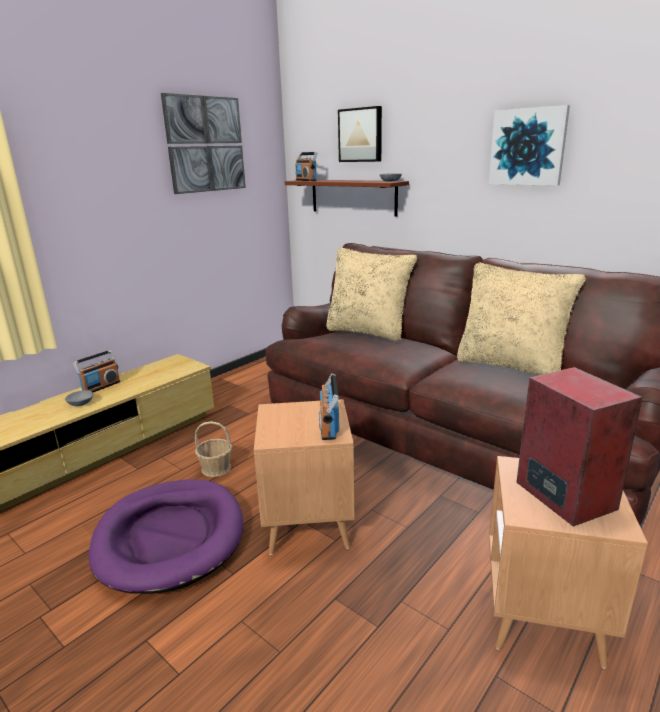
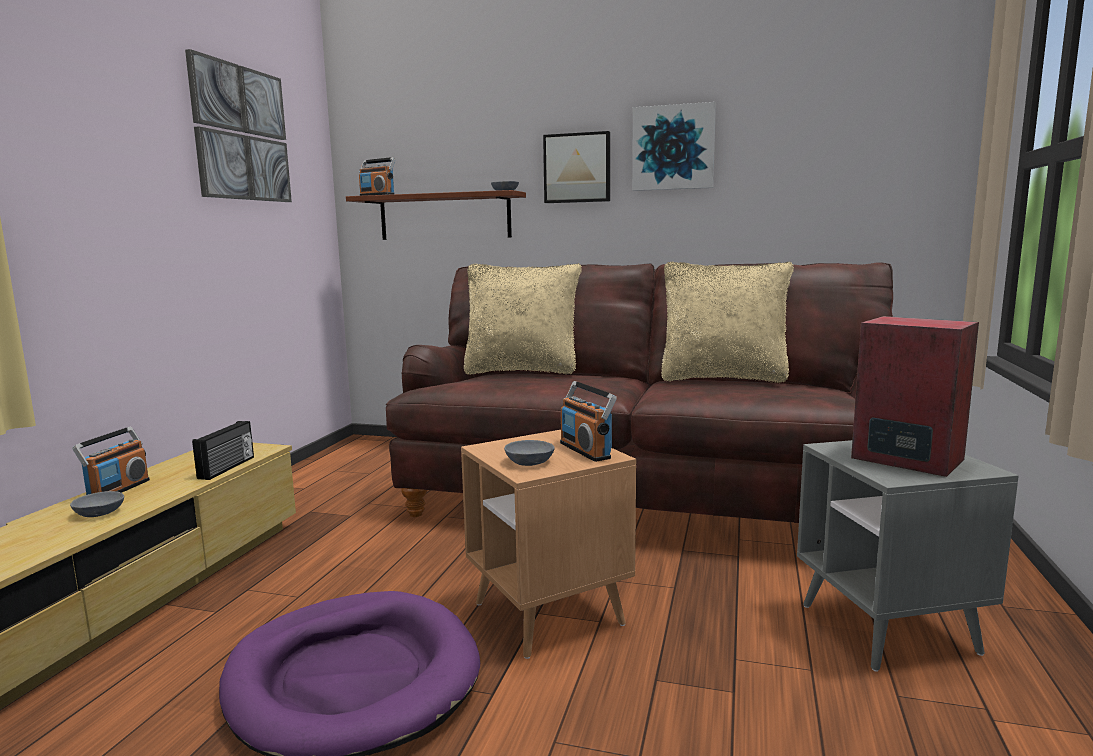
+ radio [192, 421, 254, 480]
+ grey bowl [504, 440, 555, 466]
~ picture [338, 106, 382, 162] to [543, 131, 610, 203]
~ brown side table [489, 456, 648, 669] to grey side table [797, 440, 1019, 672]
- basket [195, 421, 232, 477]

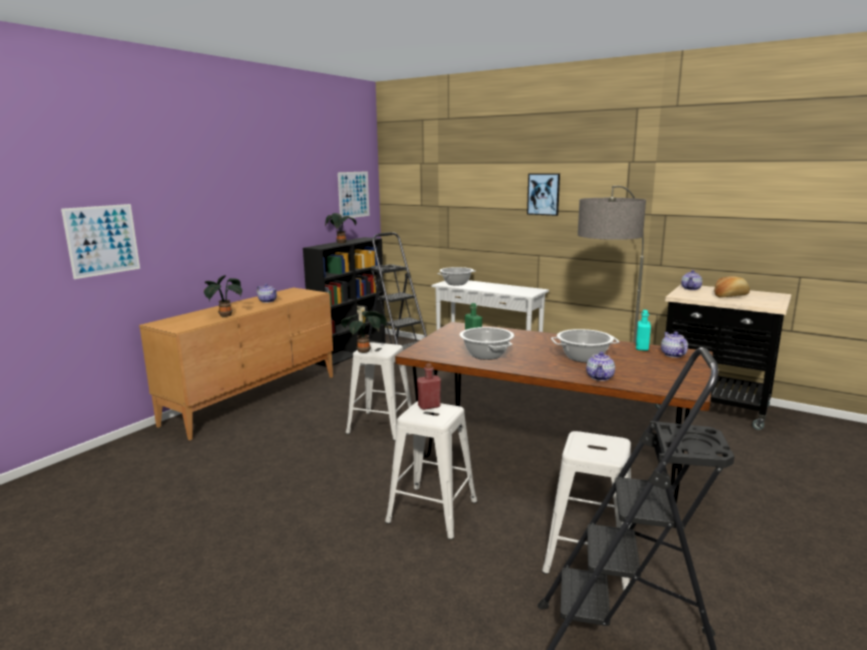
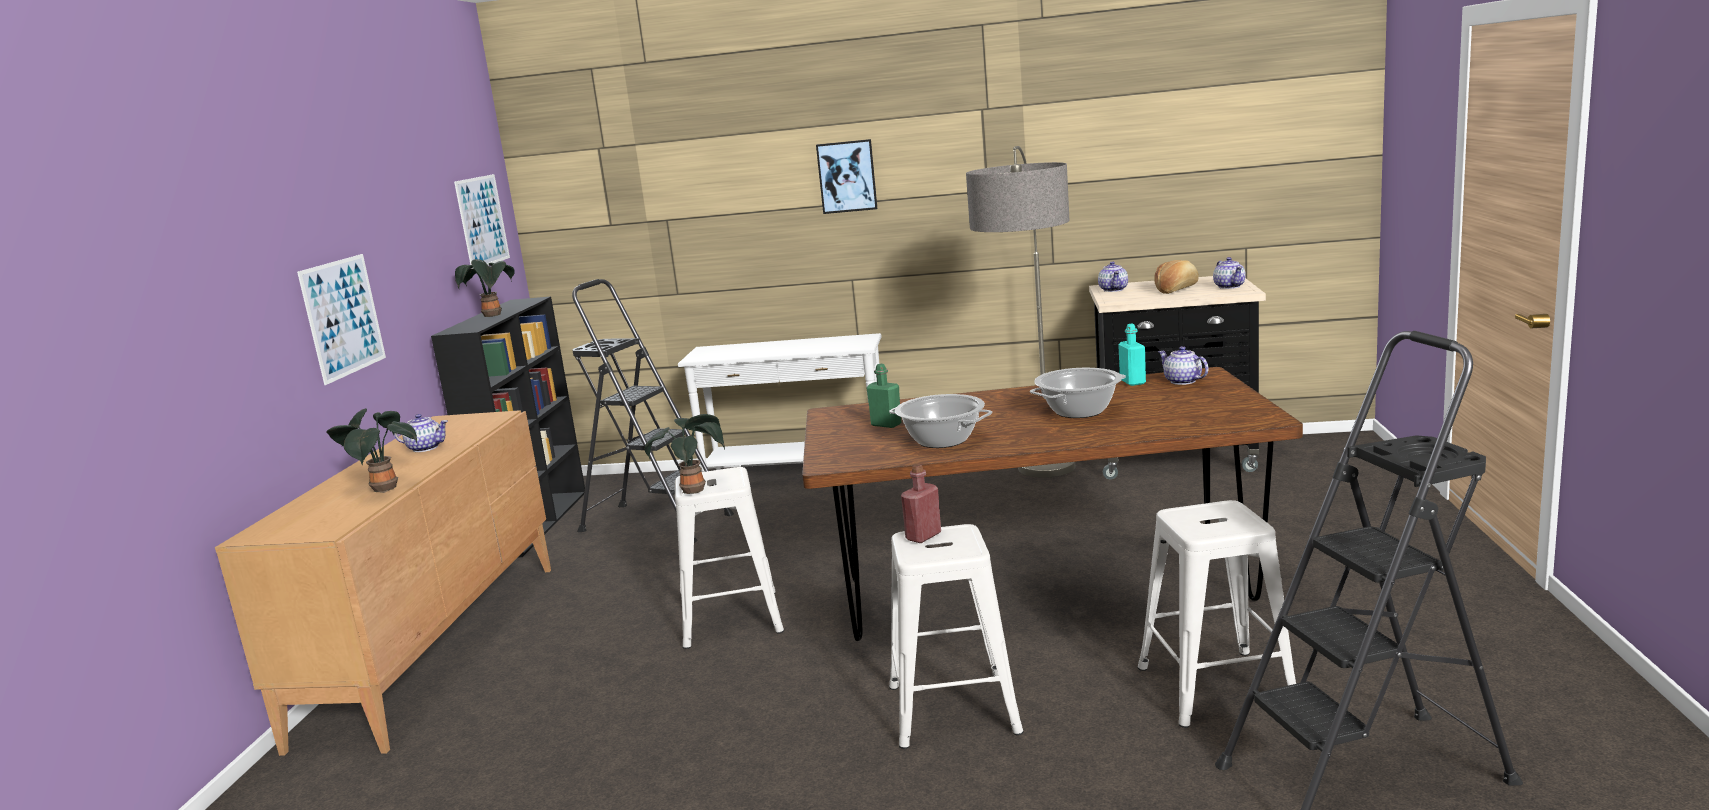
~ picture [61, 204, 140, 279] to [297, 254, 386, 385]
~ teapot [586, 352, 615, 381] to [1213, 257, 1246, 289]
- cooking pot [437, 267, 476, 285]

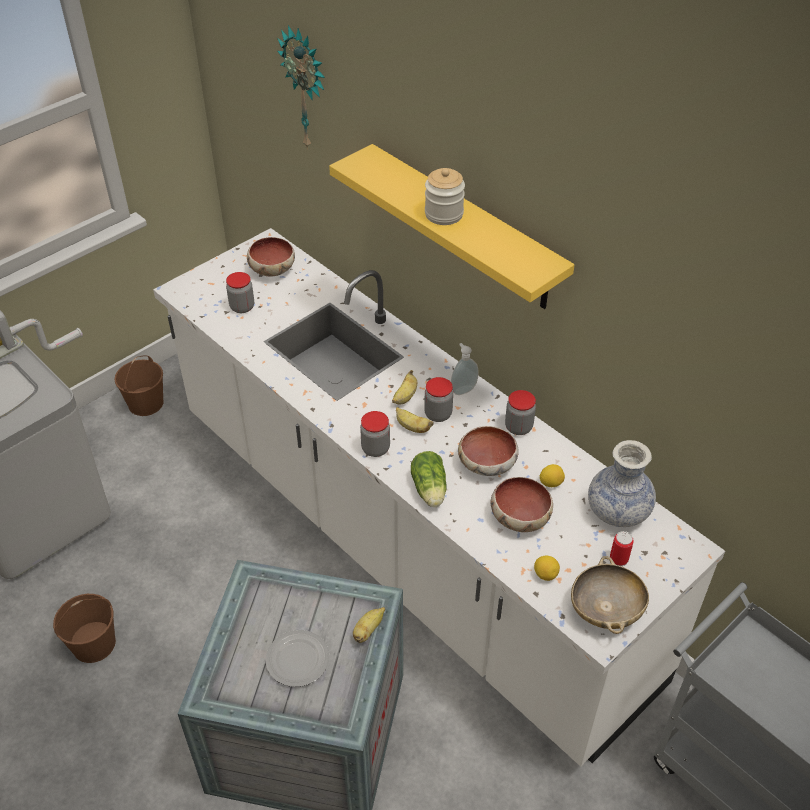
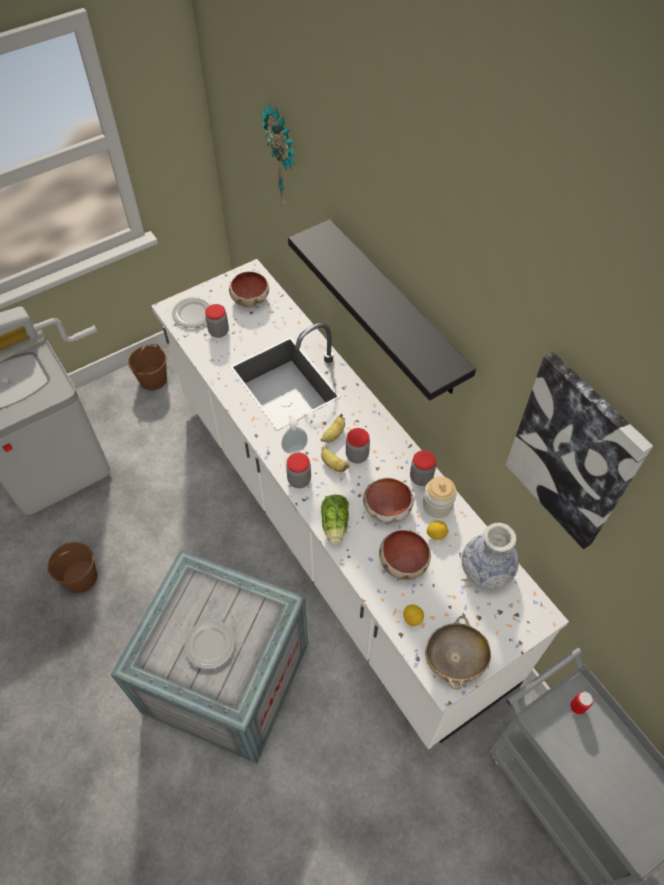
+ plate [172, 297, 212, 328]
~ soap dispenser [451, 343, 479, 395] to [282, 415, 308, 454]
~ yellow shelf [329, 144, 575, 309] to black shelf [288, 219, 476, 401]
~ jar [425, 168, 465, 225] to [423, 476, 457, 518]
+ picture [506, 352, 653, 549]
~ can [610, 531, 634, 567] to [570, 691, 593, 715]
- banana [353, 607, 385, 643]

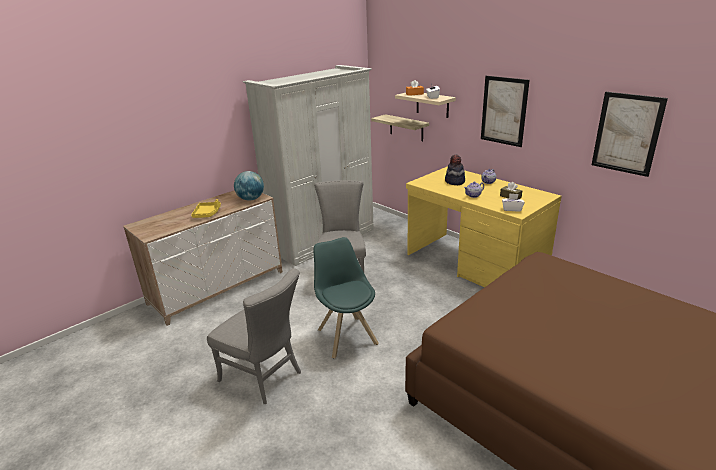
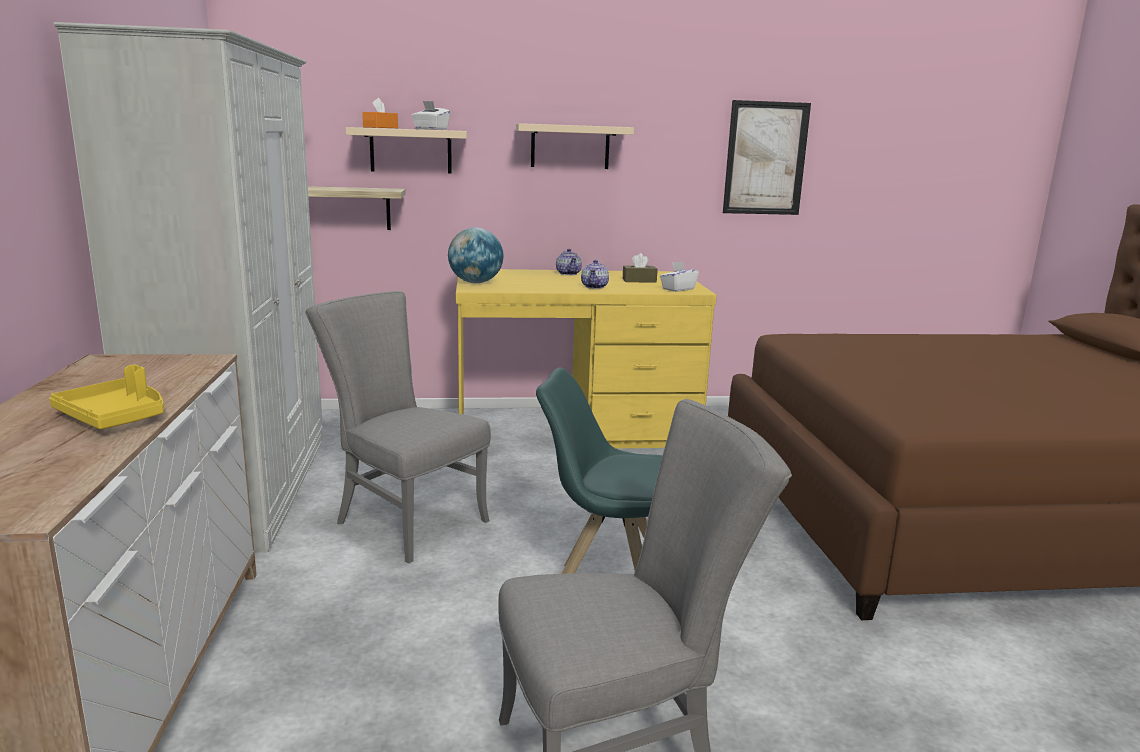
~ globe [234, 171, 264, 201] to [448, 228, 503, 283]
~ picture [481, 76, 530, 147] to beige shelf [516, 123, 634, 169]
- hat [445, 155, 465, 185]

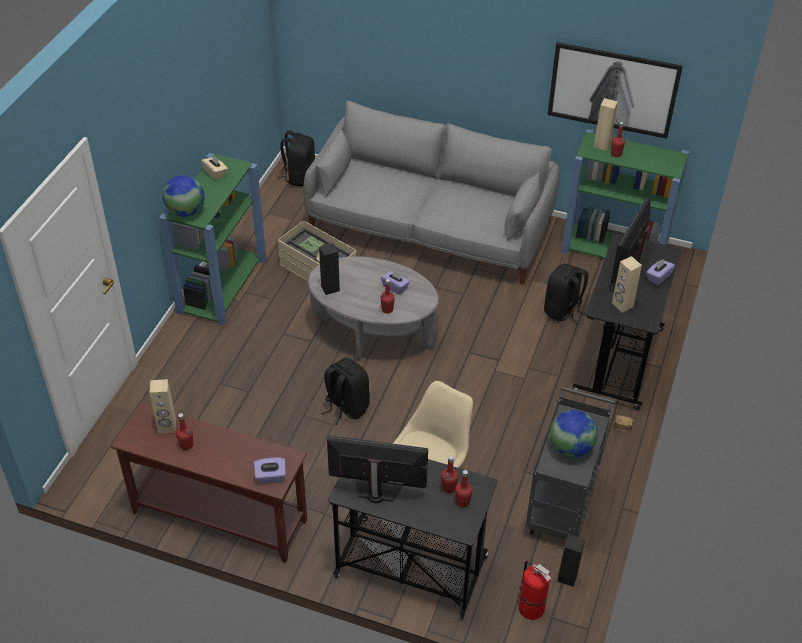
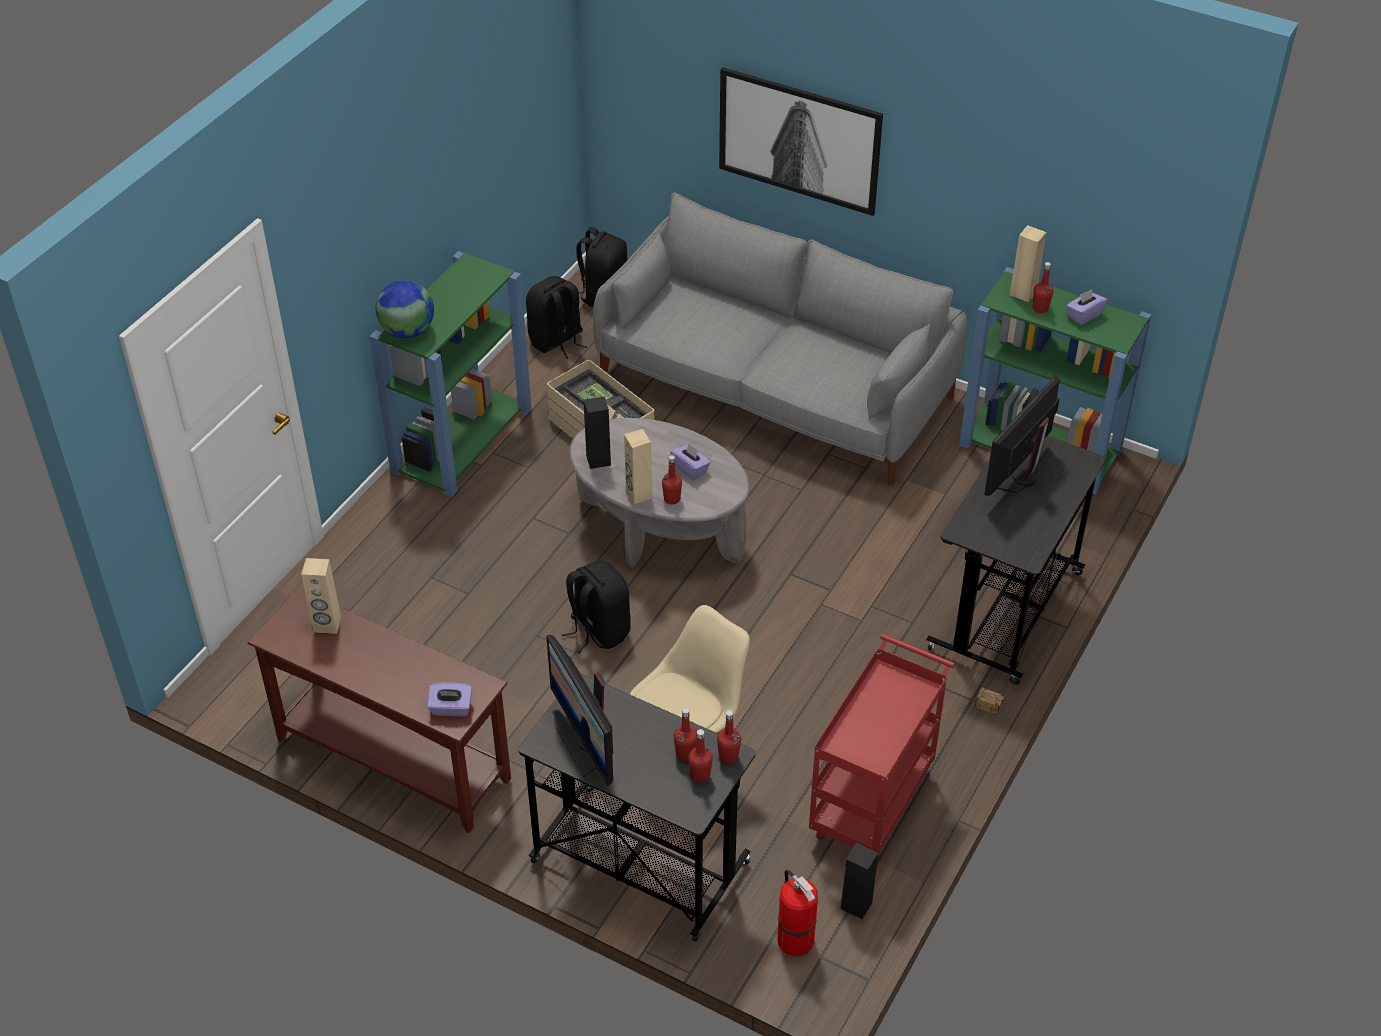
~ black backpack [544, 264, 588, 324] to [526, 276, 587, 359]
~ monitor [327, 435, 428, 503] = [546, 635, 613, 786] 135 degrees counterclockwise
~ beige speaker [612, 256, 642, 313] to [624, 429, 652, 504]
~ red bottle [176, 413, 193, 450] to [717, 710, 741, 764]
~ picture [548, 42, 683, 139] to [719, 67, 883, 216]
~ grey cart [525, 386, 615, 540] to red cart [809, 633, 955, 855]
~ purple tissue box [646, 258, 675, 285] to [1066, 289, 1108, 325]
- beige tissue box [201, 154, 228, 180]
- globe [550, 410, 598, 457]

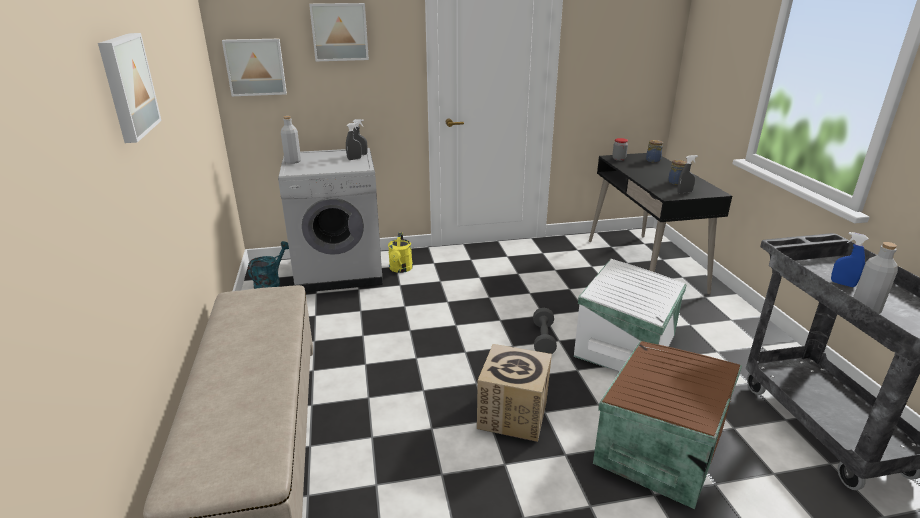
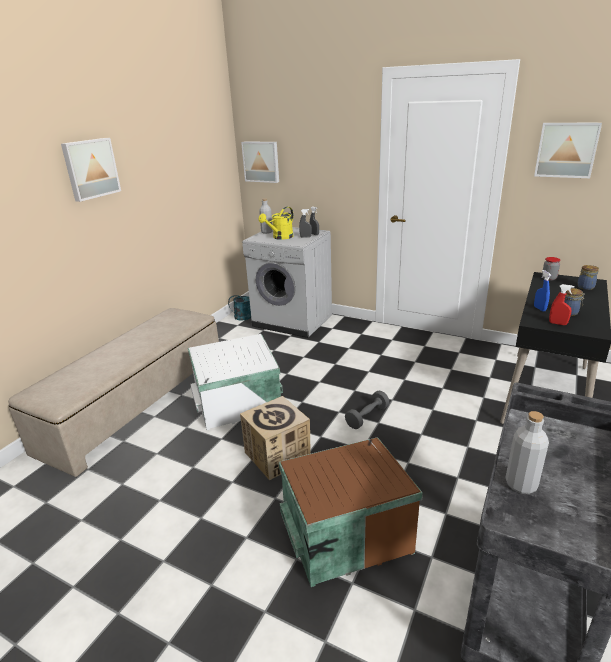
~ white storage box [574, 259, 687, 372] to [188, 334, 283, 430]
~ yellow watering can [388, 232, 413, 273] to [259, 207, 293, 240]
~ picture [309, 3, 369, 61] to [534, 122, 602, 178]
~ blue spray bottle [831, 232, 869, 287] to [534, 270, 551, 311]
~ grey spray bottle [677, 155, 698, 193] to red spray bottle [549, 284, 574, 325]

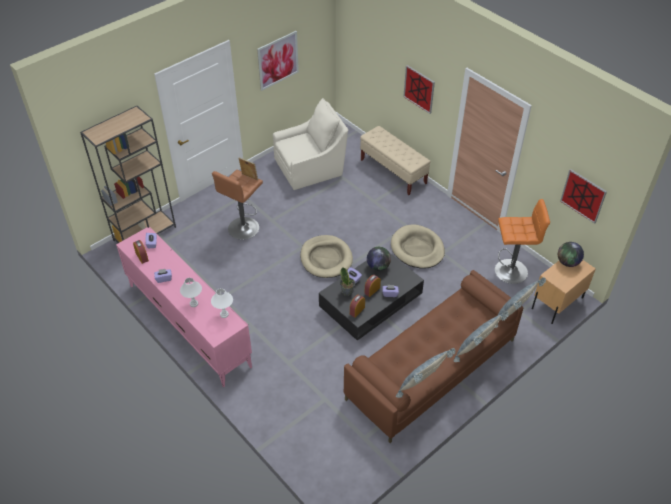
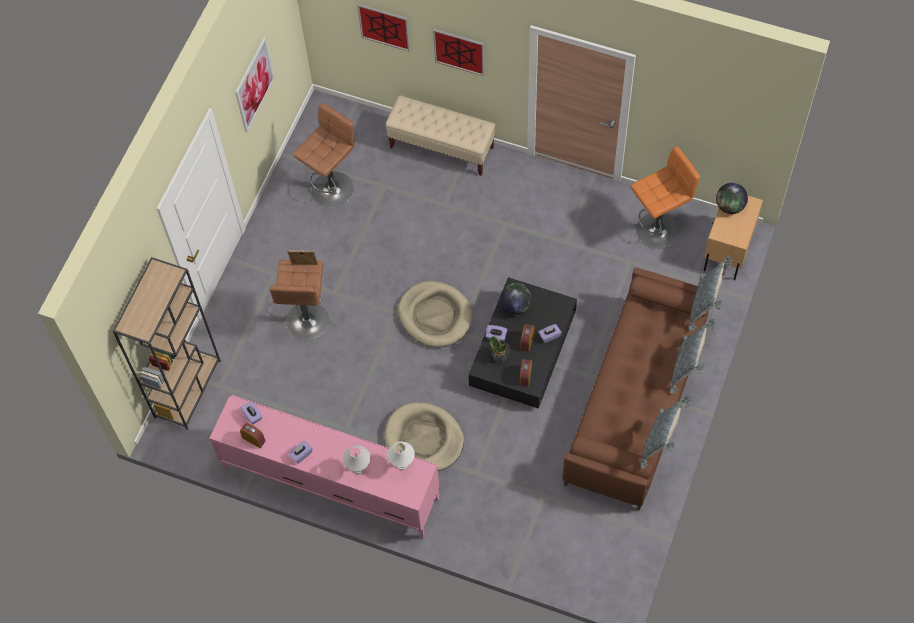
~ beige armchair [273, 98, 348, 190] to brown stool [293, 103, 355, 207]
~ picture [560, 169, 607, 224] to [357, 4, 410, 51]
~ beige dog bed [391, 224, 445, 269] to [384, 402, 464, 471]

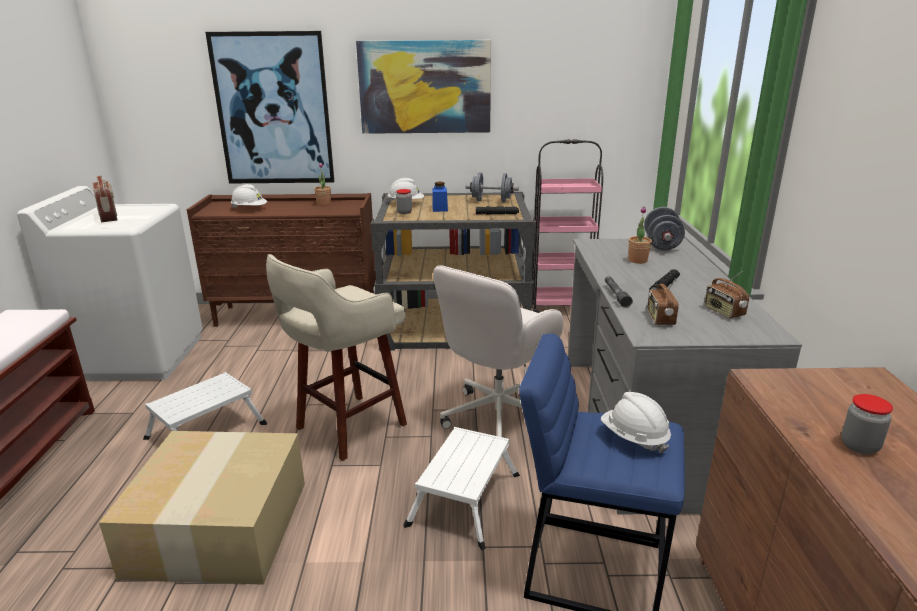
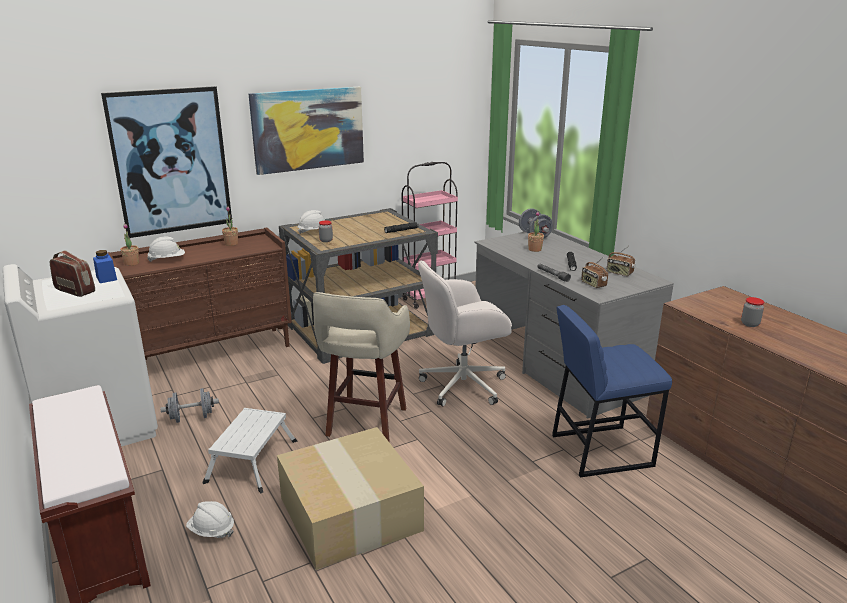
~ blue jar [432, 182, 448, 212] to [93, 250, 117, 283]
+ potted plant [120, 224, 139, 266]
~ grey dumbbell [465, 172, 519, 202] to [160, 388, 219, 423]
~ white hard hat [601, 392, 671, 453] to [186, 501, 234, 538]
~ white office chair [433, 265, 564, 437] = [418, 260, 512, 406] 60 degrees clockwise
- white step ladder [403, 427, 520, 550]

